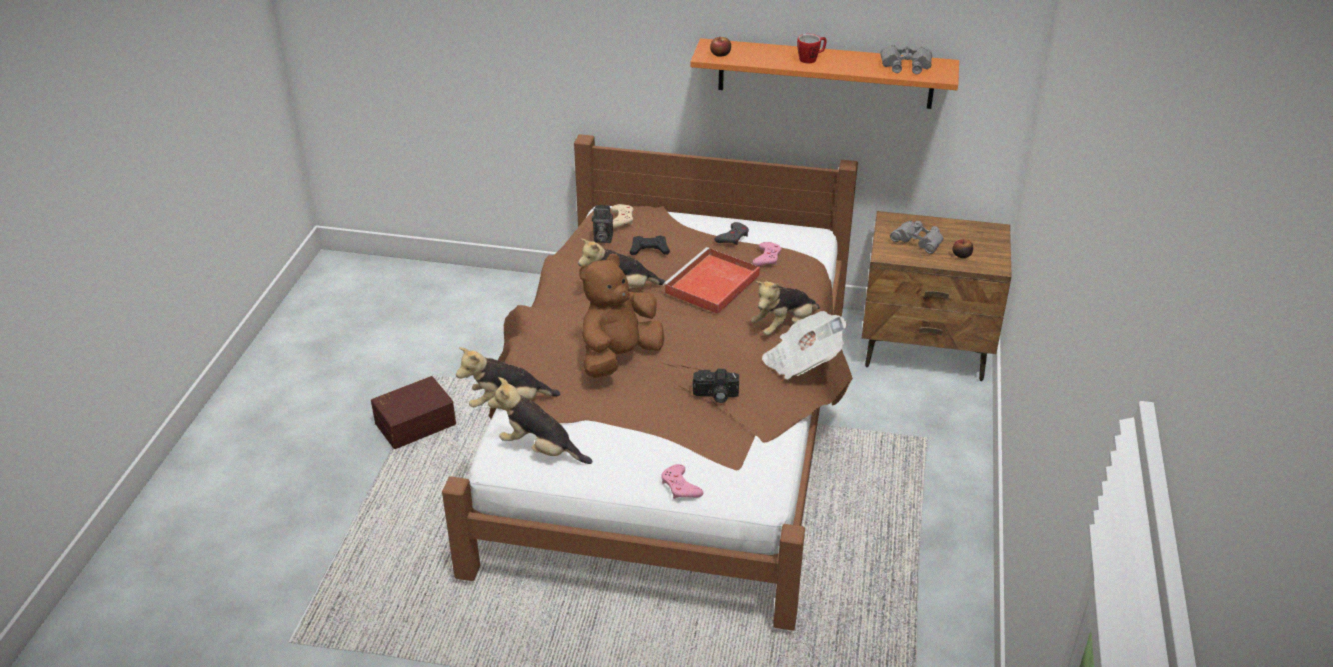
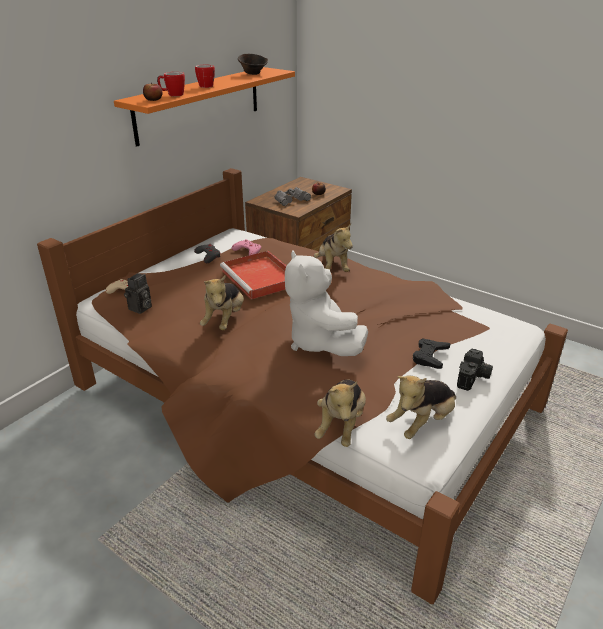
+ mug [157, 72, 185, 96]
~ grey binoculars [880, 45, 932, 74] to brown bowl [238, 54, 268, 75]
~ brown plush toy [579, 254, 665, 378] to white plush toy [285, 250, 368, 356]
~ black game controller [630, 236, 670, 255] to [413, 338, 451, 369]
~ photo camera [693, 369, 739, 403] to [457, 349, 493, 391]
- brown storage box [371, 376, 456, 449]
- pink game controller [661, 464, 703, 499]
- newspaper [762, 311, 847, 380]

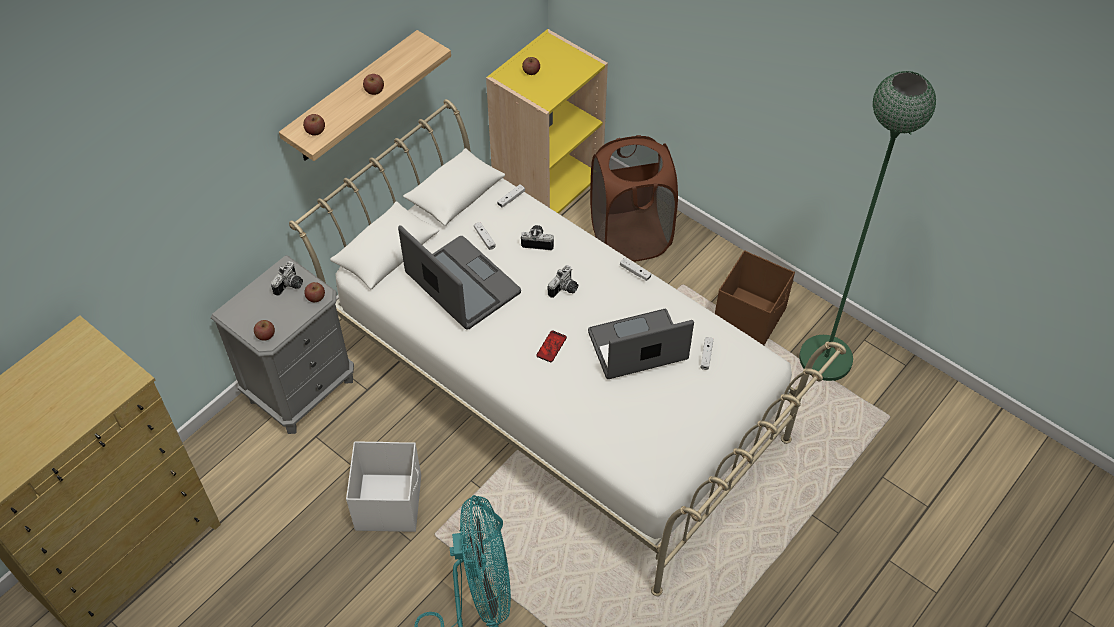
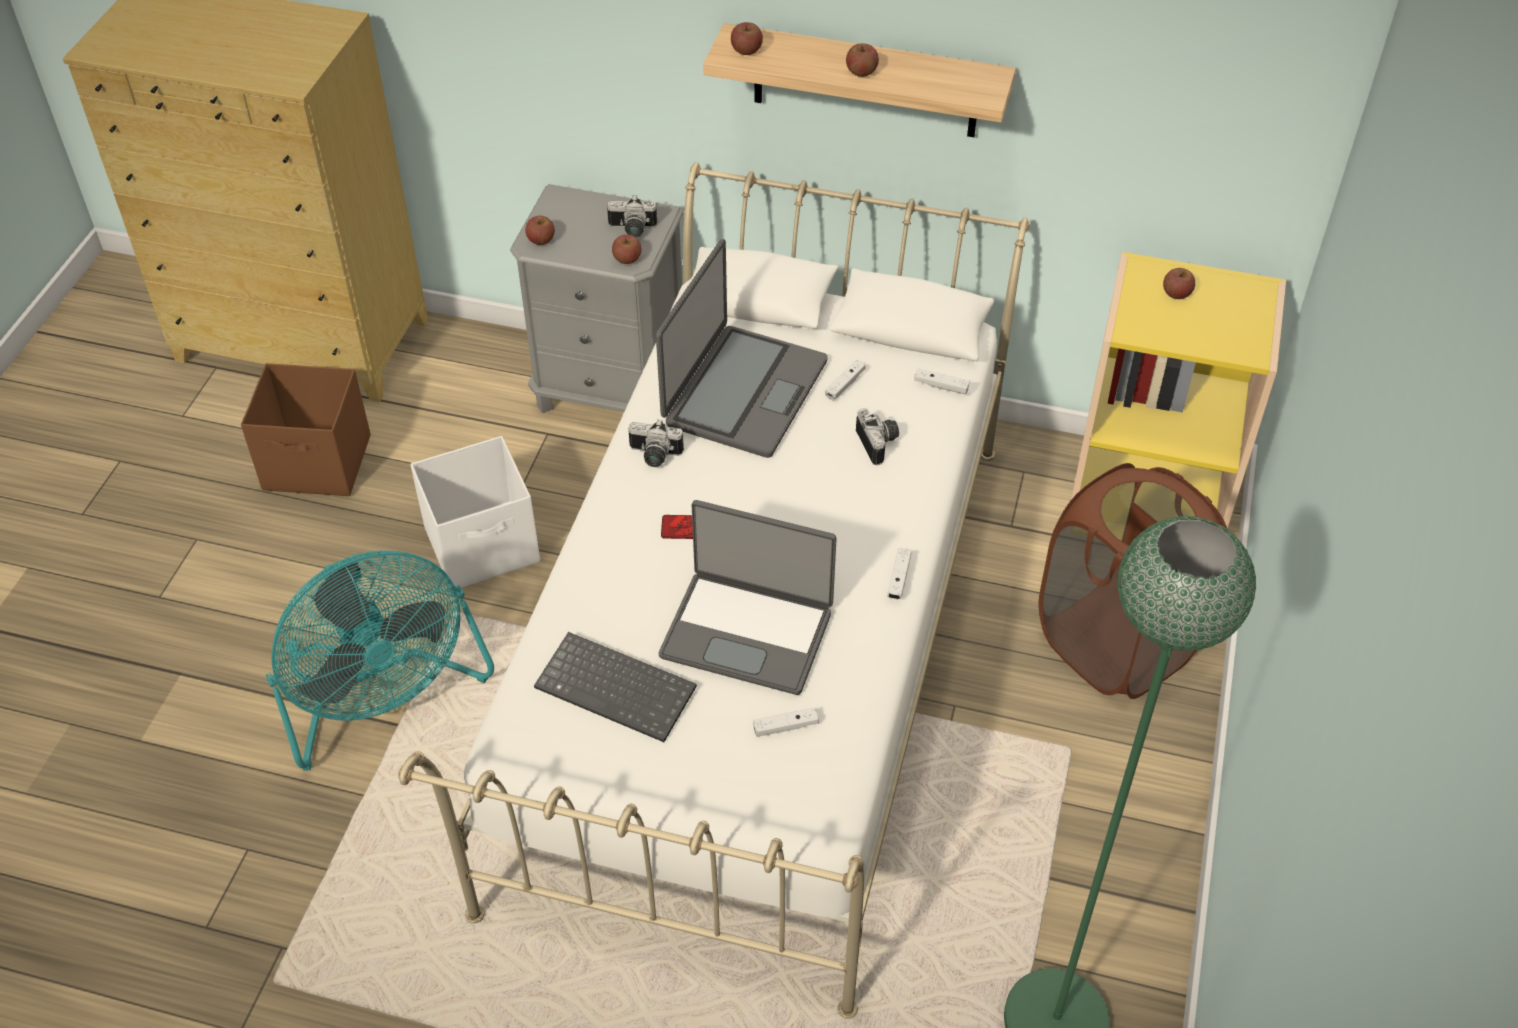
~ brown storage box [715, 250, 795, 345] to [241, 363, 371, 496]
+ keyboard [534, 632, 697, 742]
~ photo camera [548, 265, 578, 298] to [628, 419, 684, 467]
~ laptop [588, 309, 694, 379] = [659, 500, 837, 695] 150 degrees clockwise

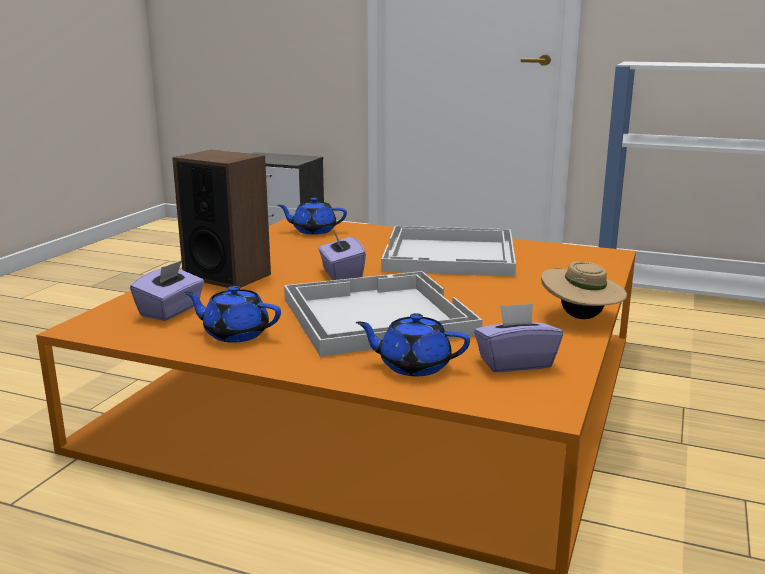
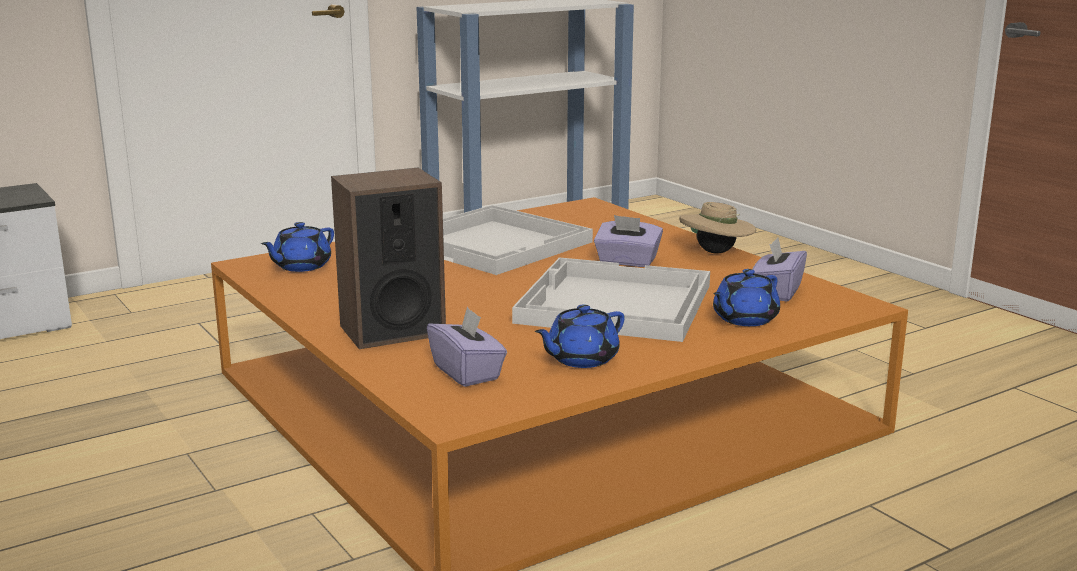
~ purple tissue box [318, 230, 366, 280] to [594, 215, 663, 267]

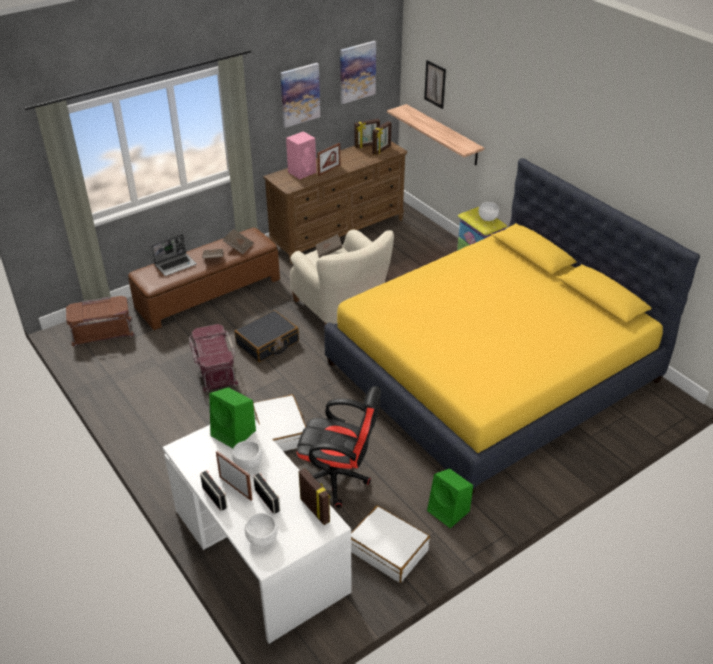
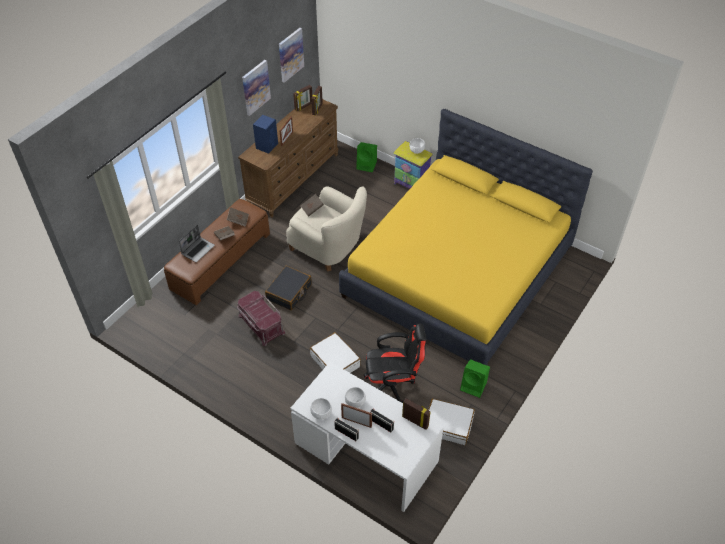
~ pink speaker [286, 131, 316, 179] to blue speaker [253, 115, 278, 154]
~ white bowl [244, 513, 278, 547] to [310, 398, 332, 420]
~ green speaker [209, 387, 256, 448] to [356, 142, 377, 172]
- brown storage box [66, 296, 134, 347]
- shelf [387, 104, 484, 165]
- picture [424, 60, 446, 109]

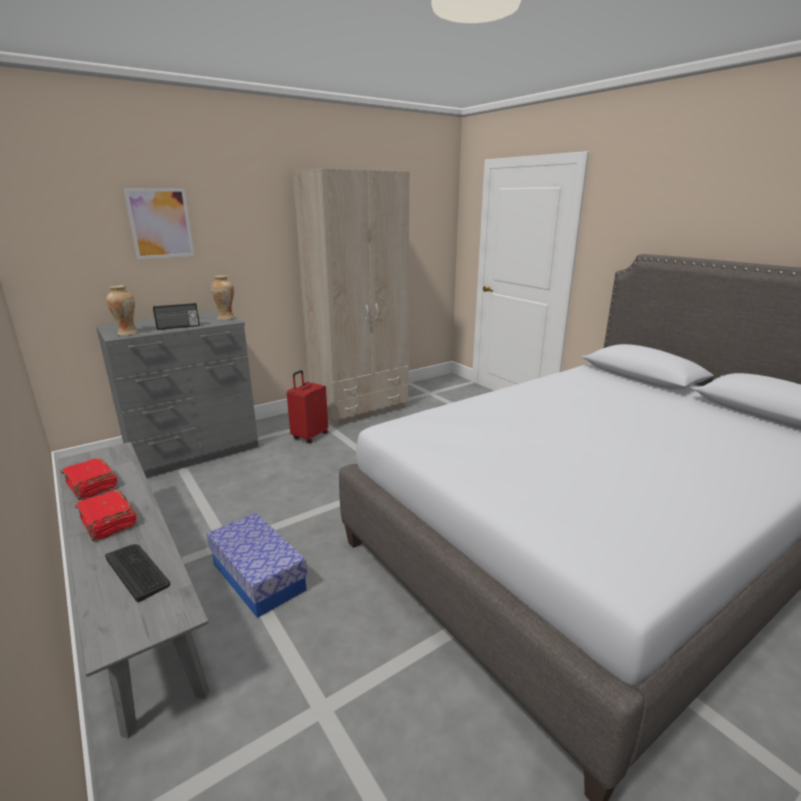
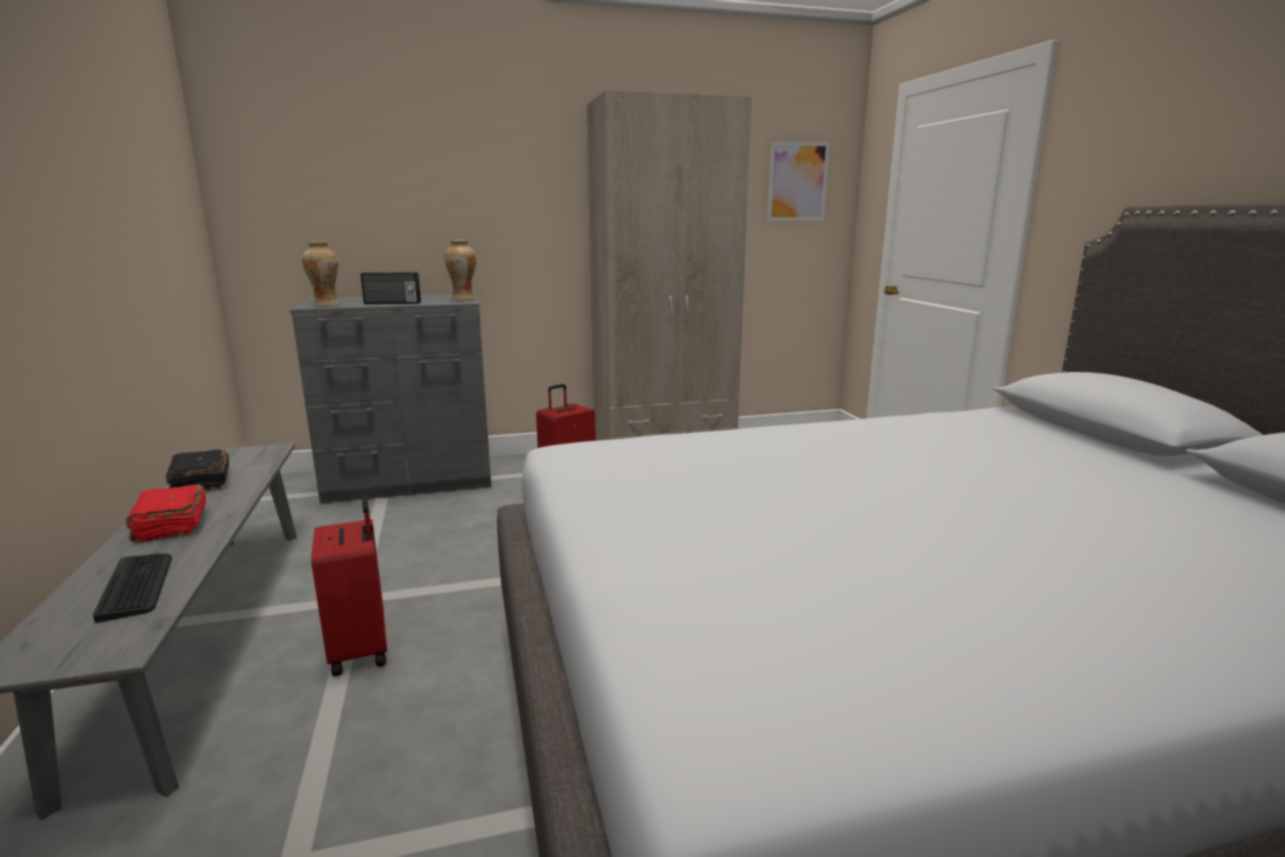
~ red book [61, 458, 117, 500] to black book [166, 449, 229, 491]
~ storage box [207, 512, 308, 618] to red suitcase [311, 494, 387, 676]
~ picture [124, 188, 194, 259] to [767, 141, 830, 221]

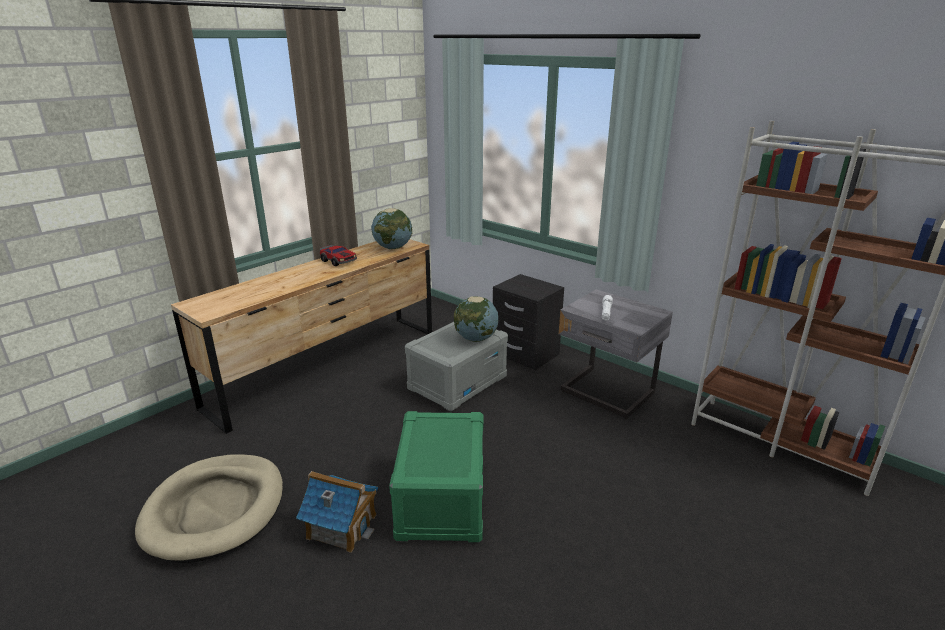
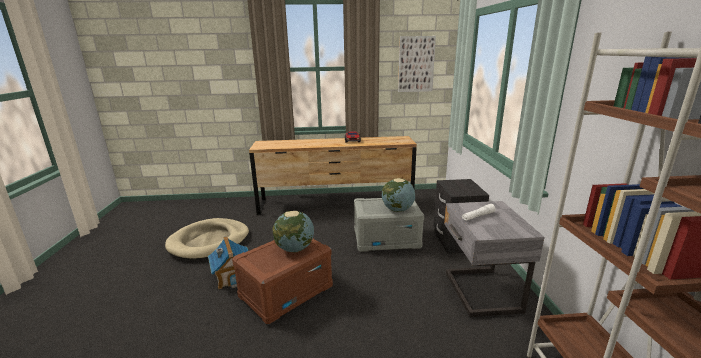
~ green storage box [389, 411, 483, 542] to brown storage box [232, 239, 333, 325]
~ globe [371, 208, 412, 250] to [273, 211, 314, 253]
+ picture [398, 36, 436, 92]

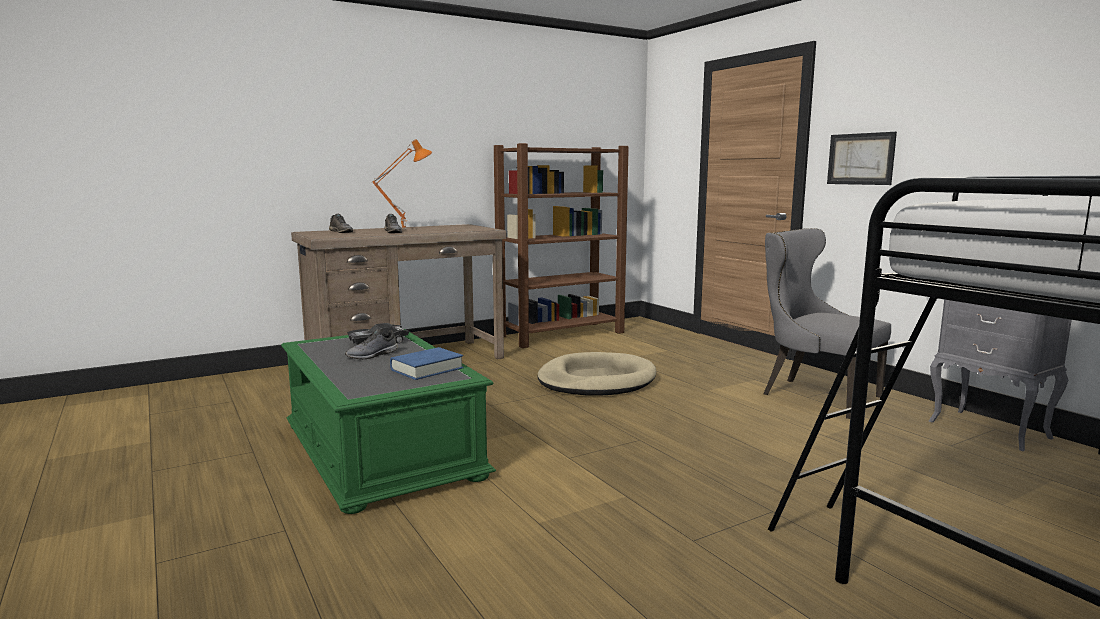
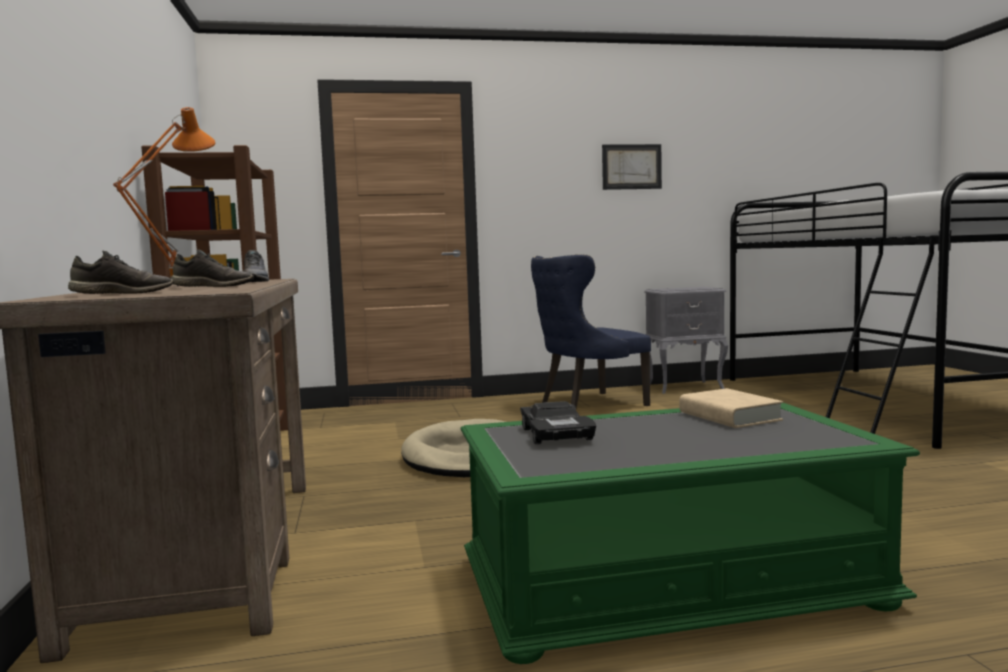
~ grey shoe [345, 329, 398, 359] to [243, 250, 269, 282]
~ grey chair [764, 228, 891, 419] to blue chair [531, 254, 651, 409]
~ picture [827, 132, 897, 185] to [602, 144, 662, 190]
~ blue book [390, 347, 464, 380] to beige book [679, 388, 783, 428]

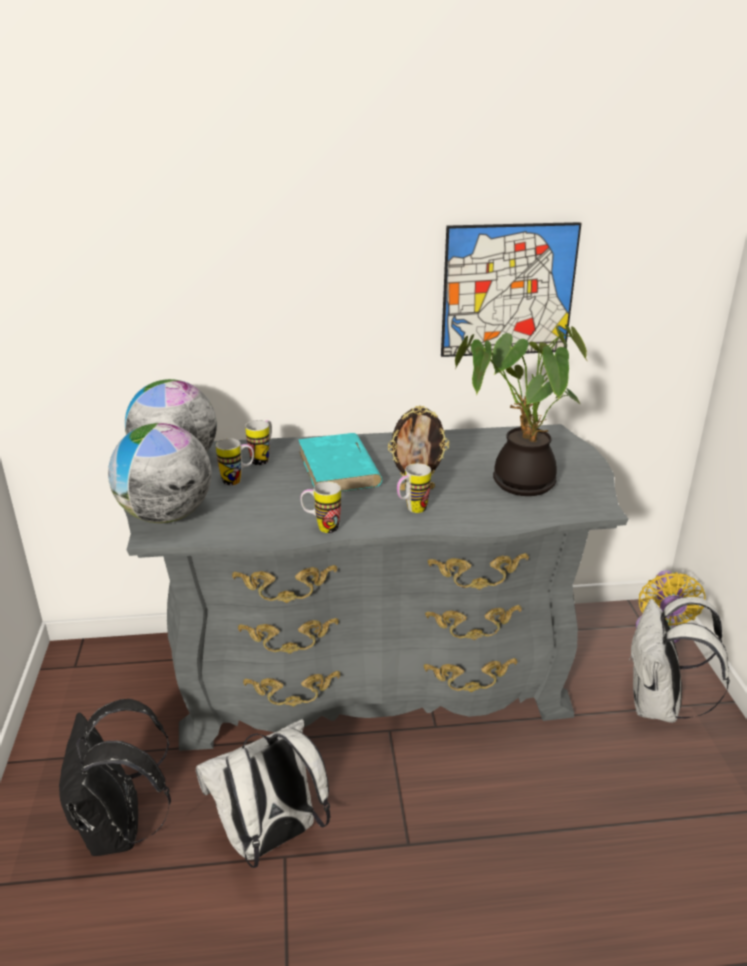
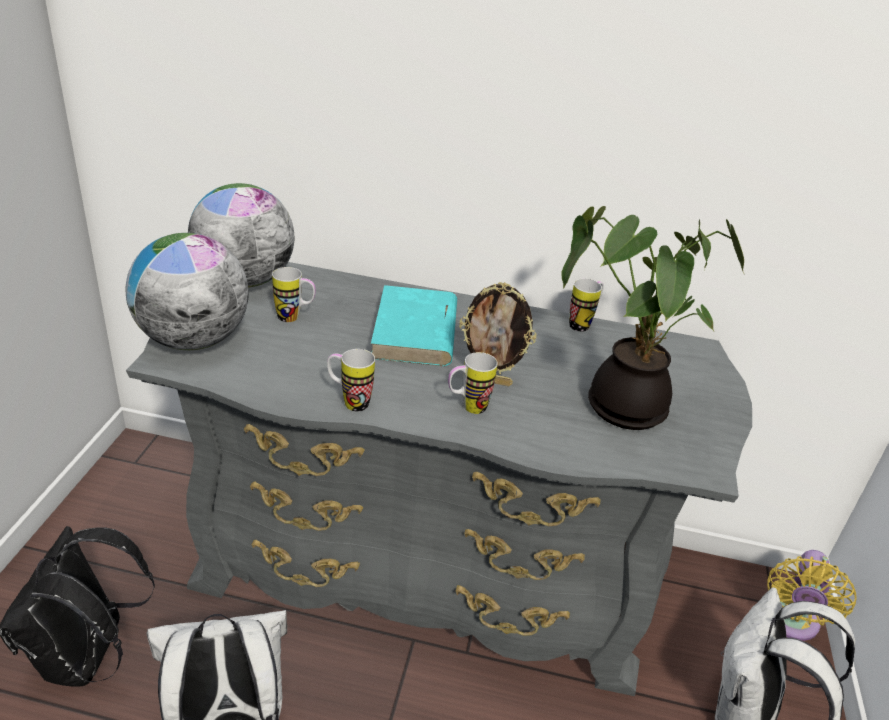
~ mug [245, 420, 272, 465] to [569, 279, 604, 332]
- picture [441, 222, 582, 357]

